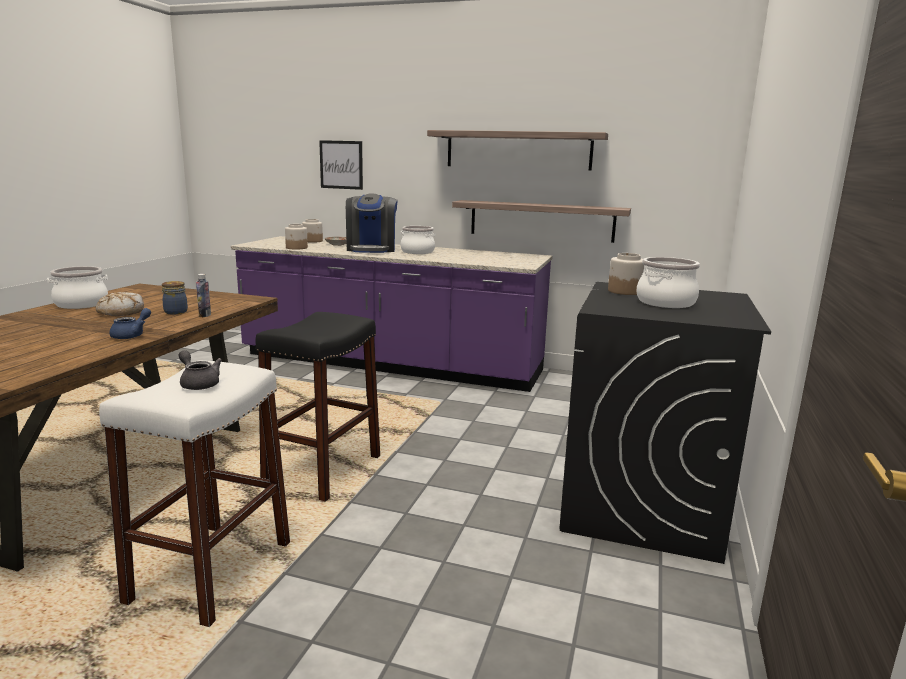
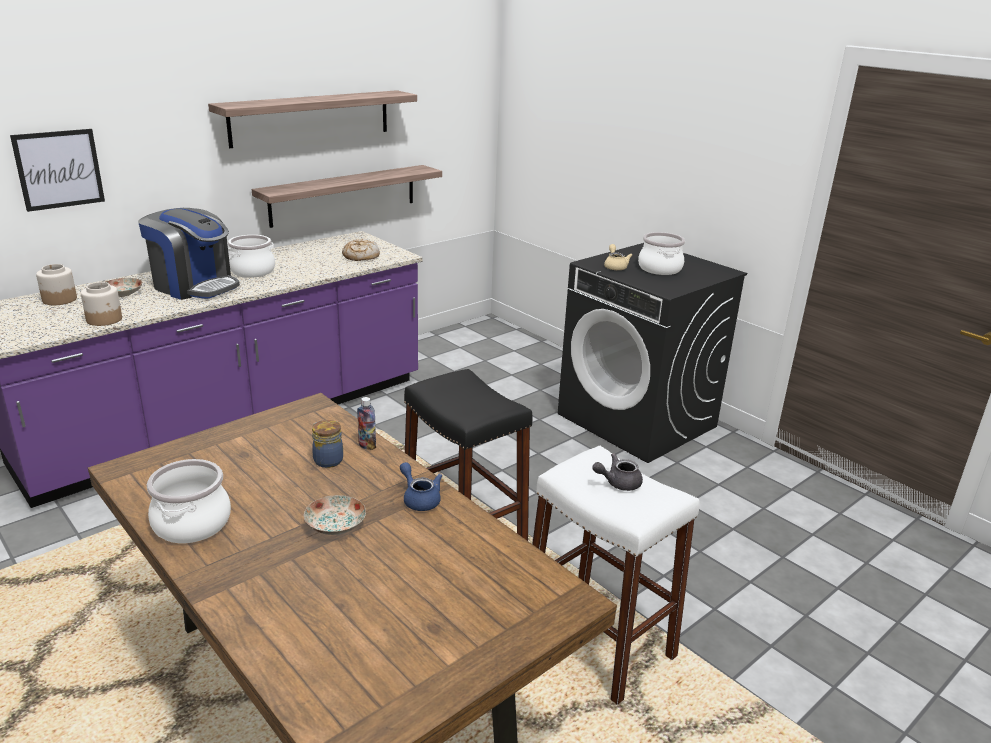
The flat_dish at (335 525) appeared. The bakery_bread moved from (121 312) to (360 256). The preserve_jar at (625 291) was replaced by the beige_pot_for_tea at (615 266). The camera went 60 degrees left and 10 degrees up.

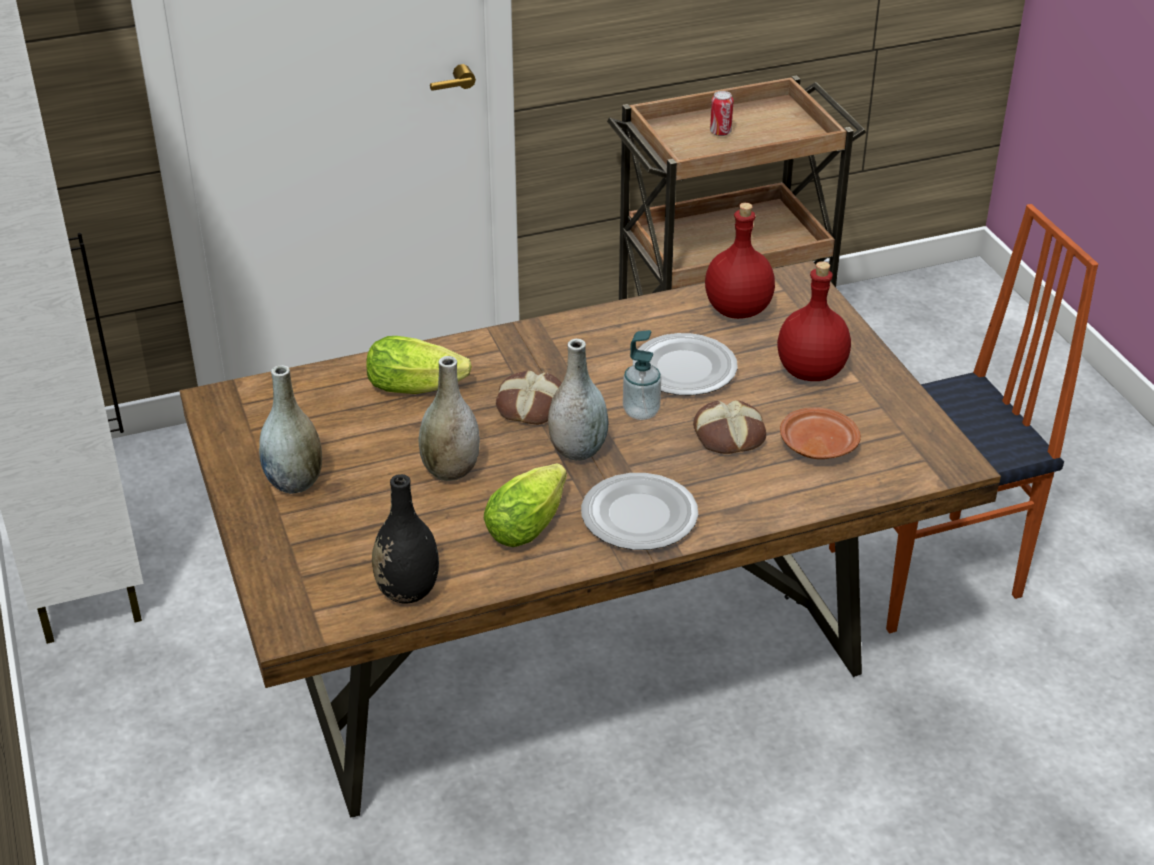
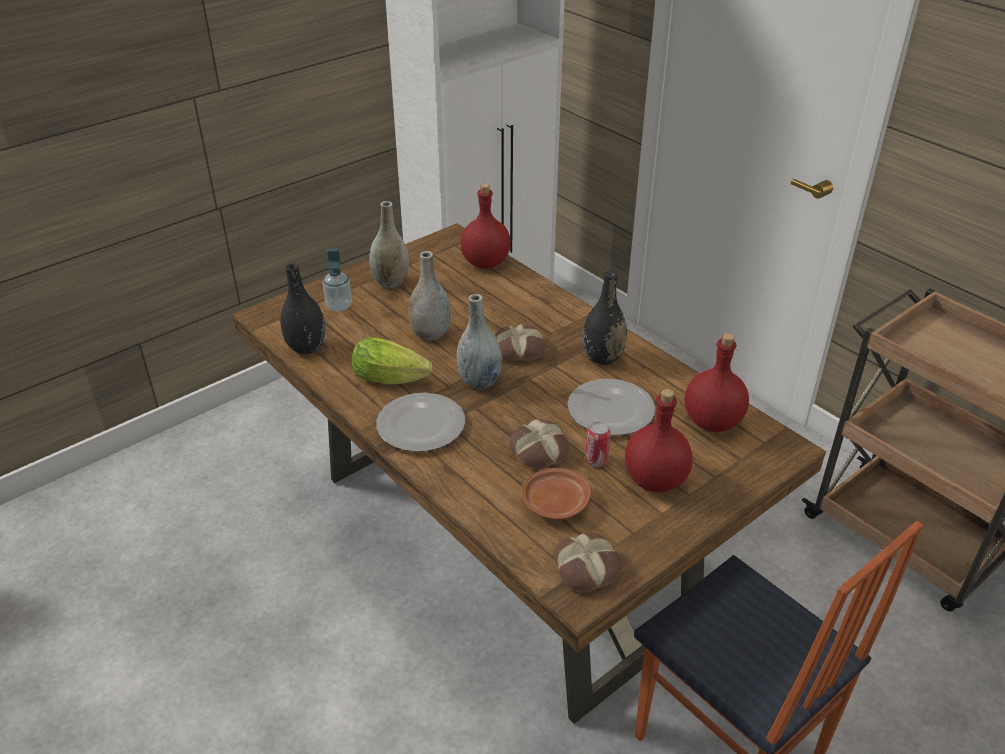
The soap_dispenser moved from (641 412) to (339 306). The red_bottle at (486 262) appeared. The bakery_bread at (587 568) appeared. The blackish_decorative_vase at (602 357) appeared. The sealed_can moved from (720 132) to (596 460). The head_of_lettuce at (420 386) disappeared. The camera went 70 degrees right and 0 degrees up.

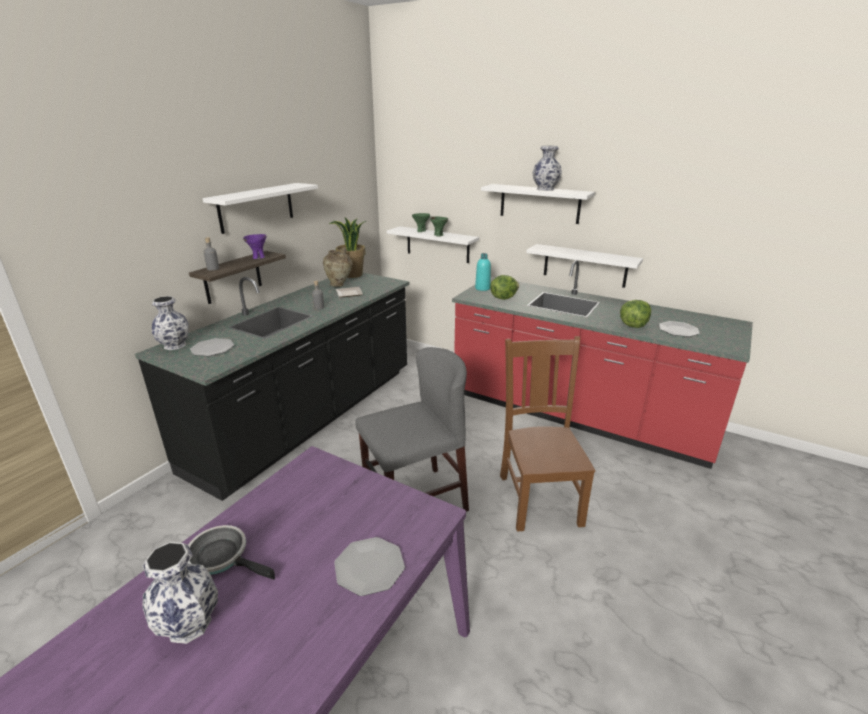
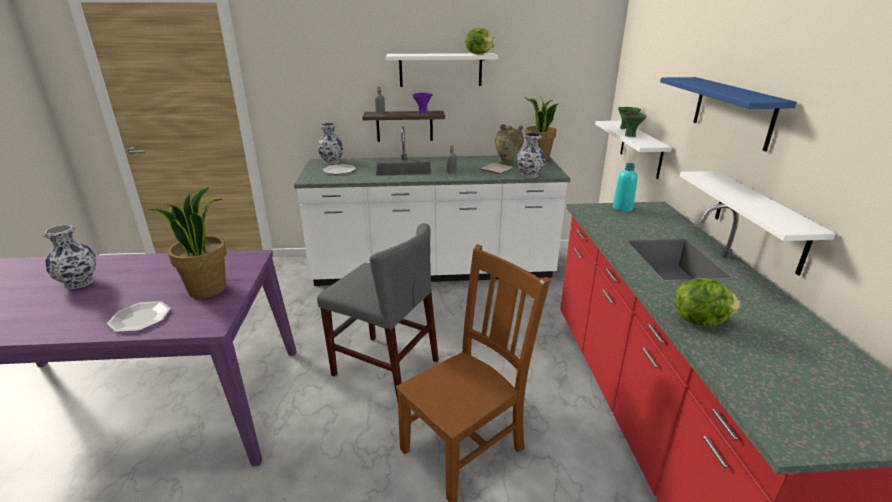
The houseplant at (207 289) appeared. The blackish_kitchen_counter at (309 417) became the whitish_kitchen_counter at (433 270). The head_of_lettuce moved from (503 298) to (479 54). The decorative_vase moved from (544 189) to (529 175). The whitish_wall_shelf at (539 203) became the blue_wall_shelf at (732 111). The skillet at (223 557) disappeared. The flat_dish at (678 330) disappeared. The camera went 55 degrees right and 0 degrees up.

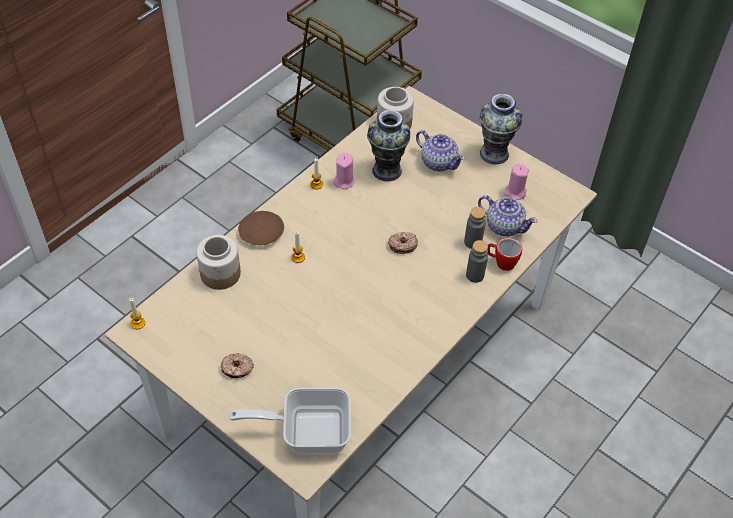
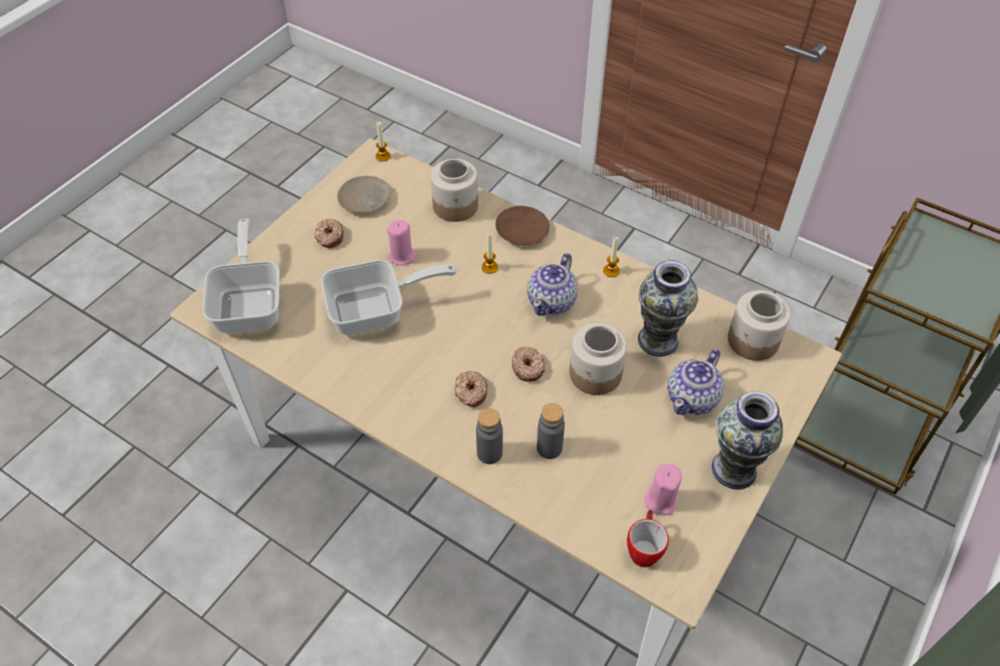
The skillet at (377 311) appeared. The beige_flat_dish at (365 200) appeared. The pink_wax_candle moved from (344 181) to (402 256). The donut at (470 392) appeared. The pot_for_tea moved from (504 226) to (552 301). The preserve_jar at (595 374) appeared. The mug moved from (501 262) to (644 548). The camera went 85 degrees right and 0 degrees up.

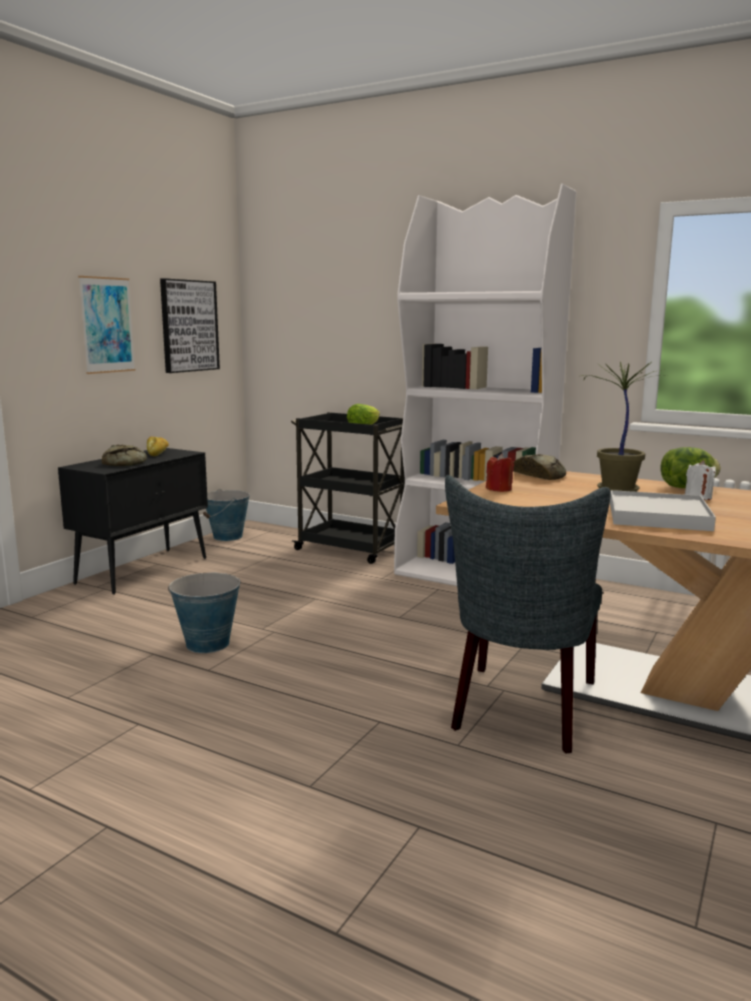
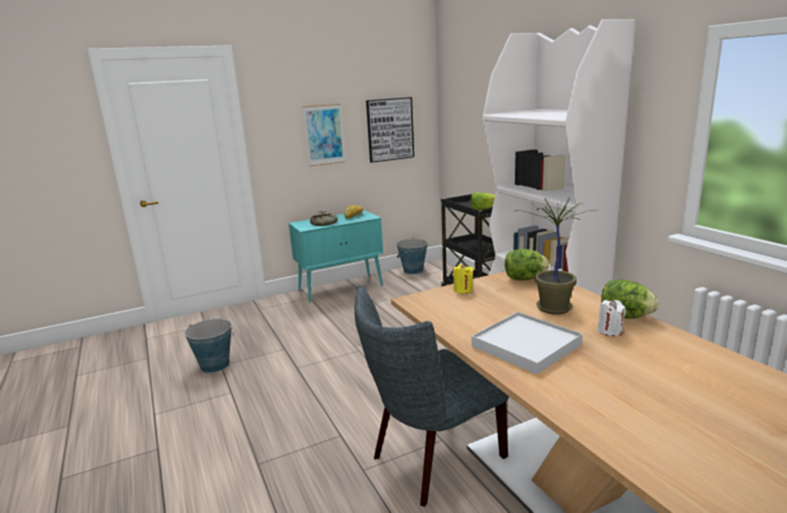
The water_bucket moved from (207 644) to (214 365). The blackish_cupboard at (144 570) became the turquoise_cupboard at (341 288). The red_wax_candle at (499 489) became the yellow-coloured_wax_candle at (463 290). The bakery_bread at (539 475) was replaced by the head_of_lettuce at (524 279). The camera went 35 degrees right and 5 degrees up.

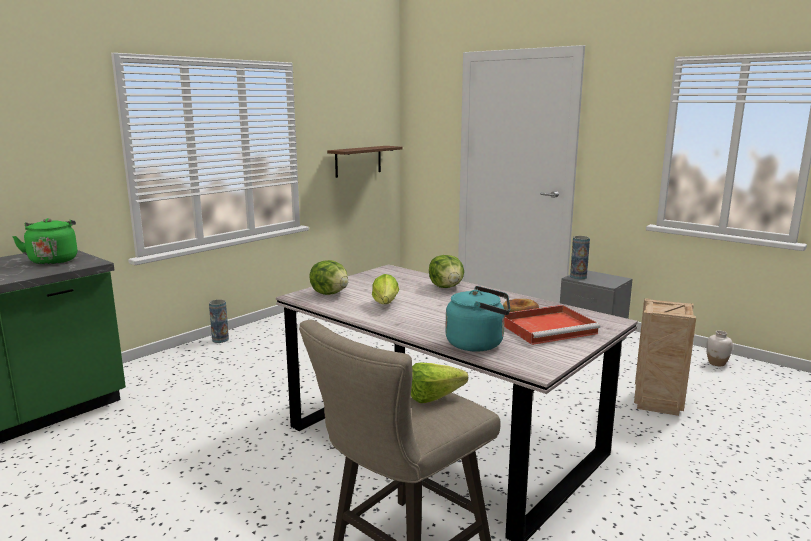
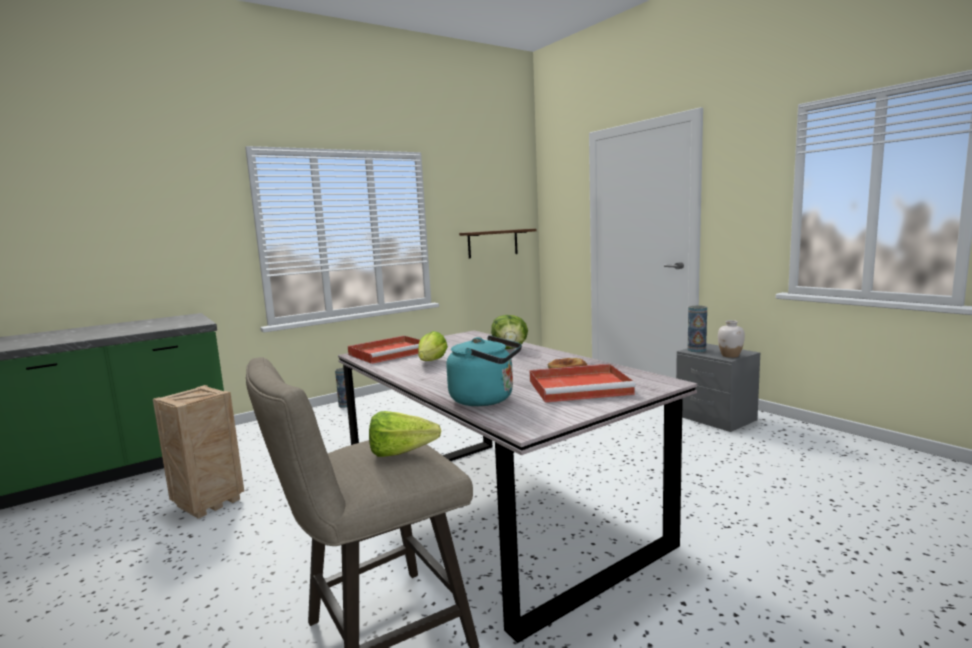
The crate moved from (658 404) to (207 504). The head_of_lettuce at (330 293) was replaced by the red_carrying_tray at (390 352). The whitish_decorative_vase moved from (717 363) to (730 355). The green_kettle at (53 260) disappeared. The camera went 15 degrees right and 5 degrees down.

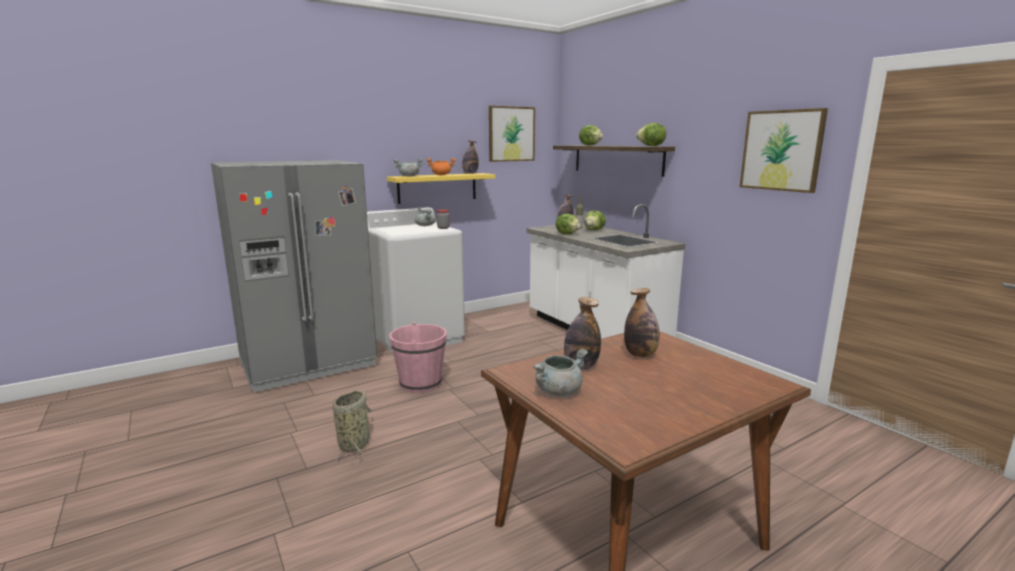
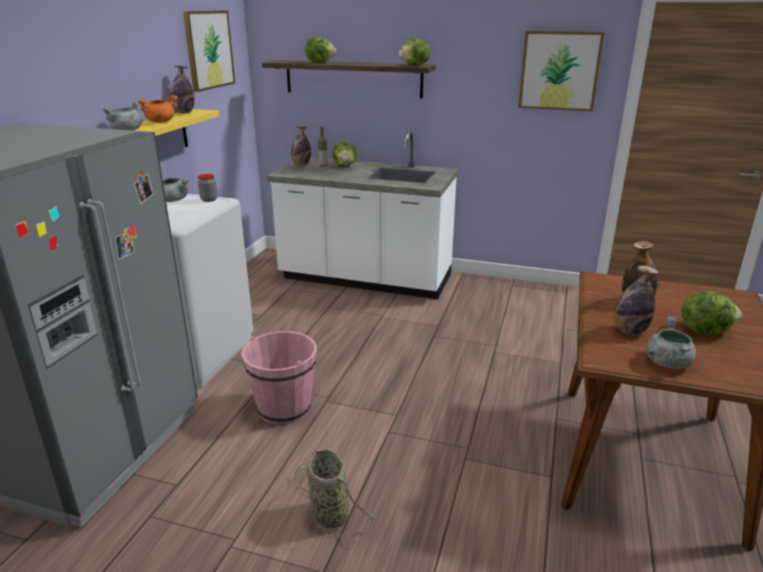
The head_of_lettuce moved from (567 234) to (704 330). The camera went 40 degrees left and 10 degrees up.

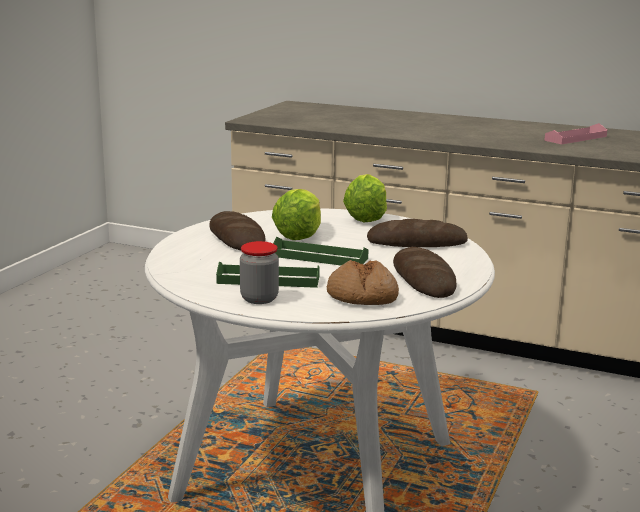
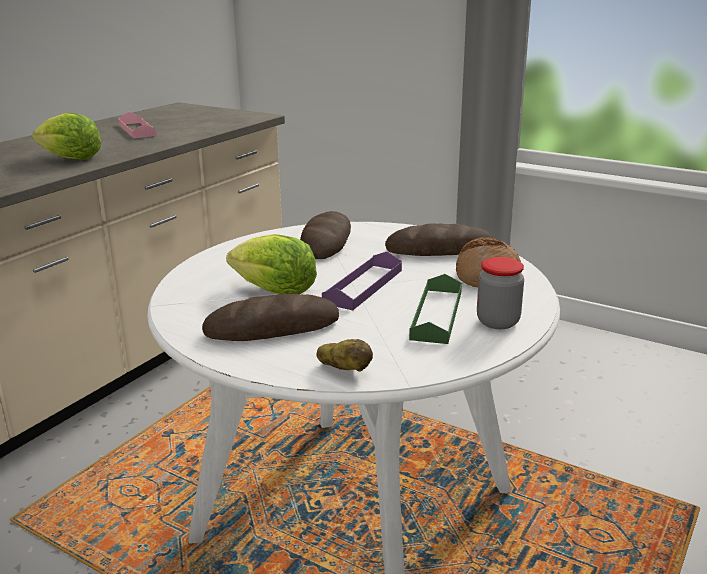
The head_of_lettuce moved from (366 217) to (70 158). The potato at (345 370) appeared. The green_carrying_tray at (319 257) became the purple-coloured_carrying_tray at (363 286). The camera went 80 degrees left and 5 degrees up.

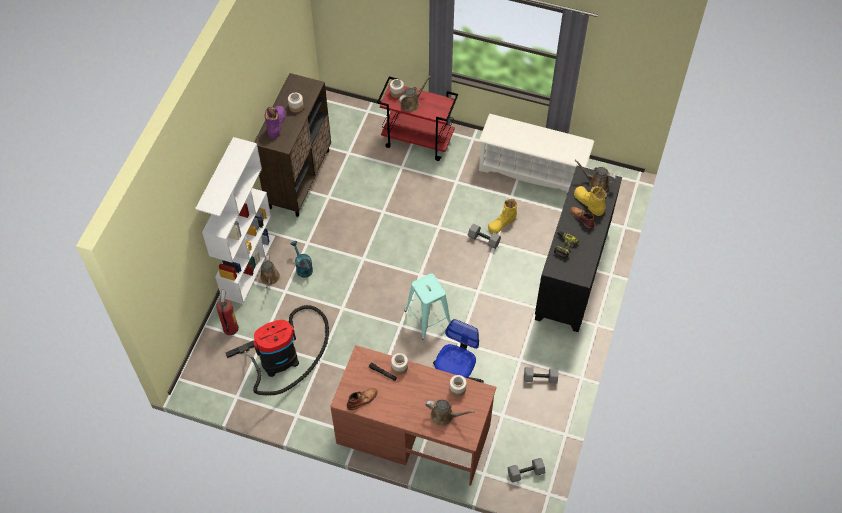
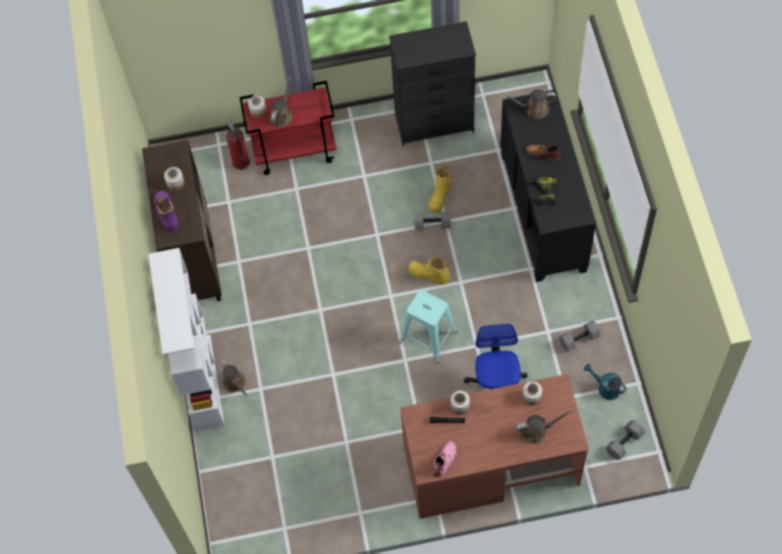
The extinguisher moved from (230 328) to (240 162). The whitish_shoe_shelf at (532 170) was replaced by the blackish_drawer_chest at (435 123). The yellow-coloured_boot moved from (589 203) to (428 274). The brown-coloured_boot at (362 399) became the pink_boot at (445 459). The turquoise_watering_can moved from (302 267) to (605 388). The vacuum_cleaner at (283 357) disappeared. The camera went 25 degrees left and 5 degrees up.

